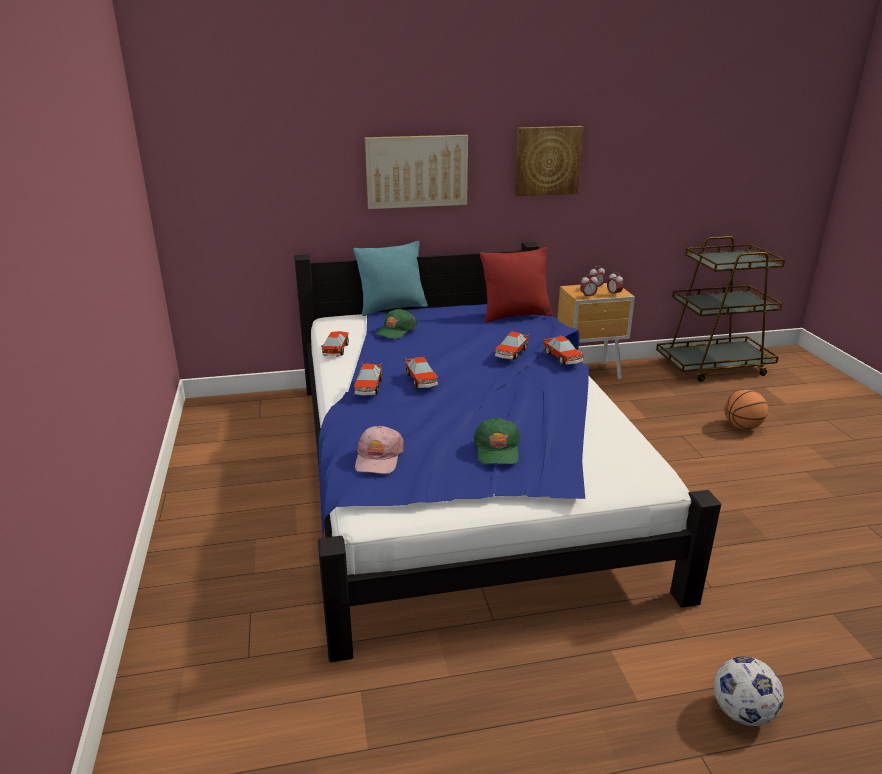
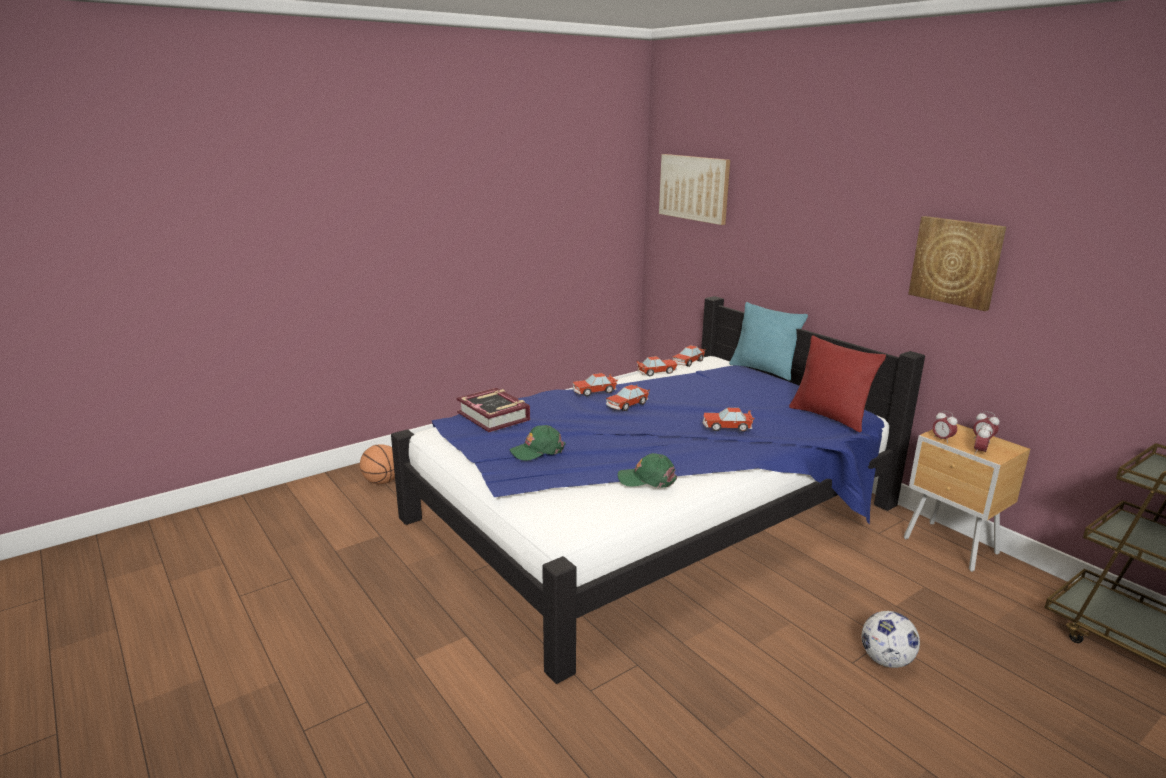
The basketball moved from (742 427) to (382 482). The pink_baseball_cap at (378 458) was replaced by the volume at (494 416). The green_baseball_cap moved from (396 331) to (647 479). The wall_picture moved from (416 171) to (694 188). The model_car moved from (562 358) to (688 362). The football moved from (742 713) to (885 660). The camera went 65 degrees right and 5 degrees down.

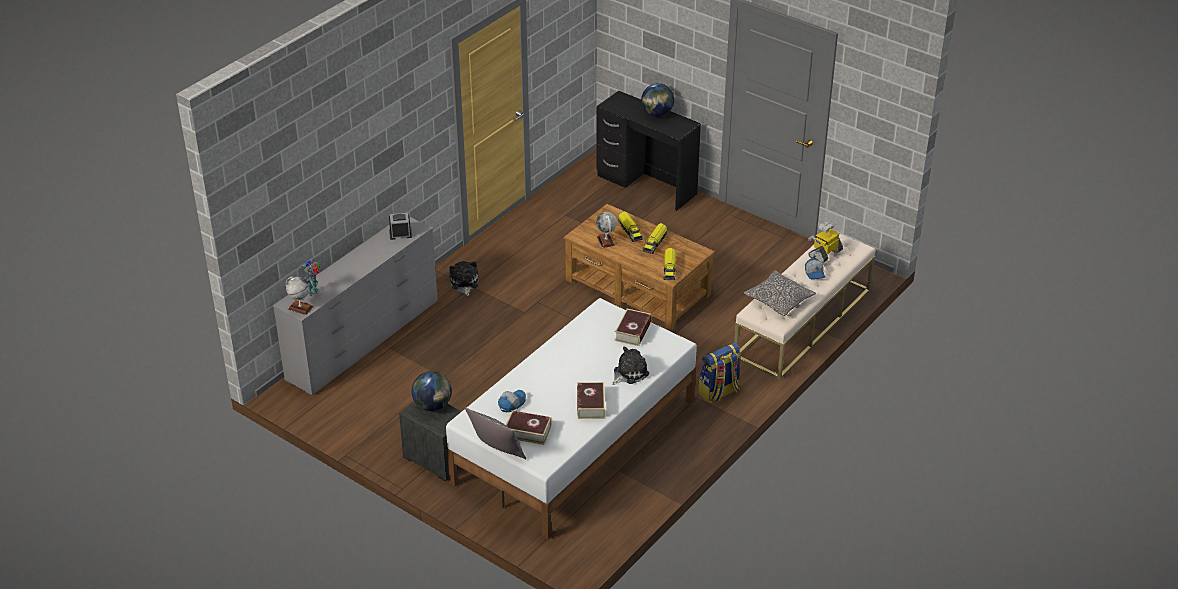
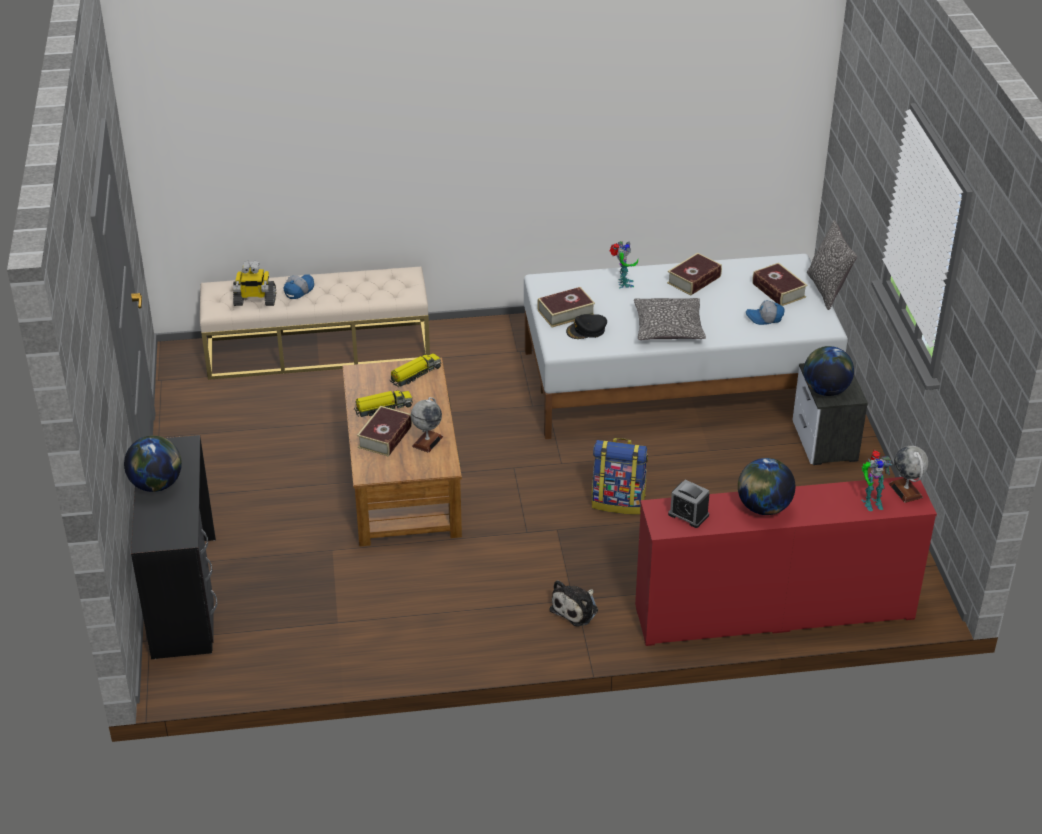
The model_truck at (629 231) was replaced by the volume at (385 437). The blackish_baseball_cap at (586 330) appeared. The rucksack moved from (719 393) to (618 502). The soft_toy at (629 373) was replaced by the robot_figure at (623 284). The cushion moved from (779 300) to (668 328). The greyish_drawer_chest at (364 340) became the red_drawer_chest at (773 612). The world_globe at (763 507) appeared. The camera went 135 degrees left and 0 degrees up.

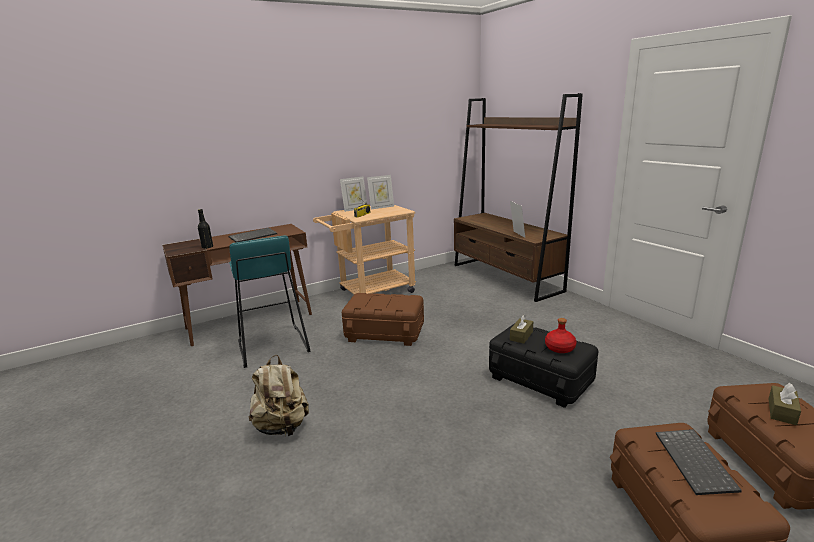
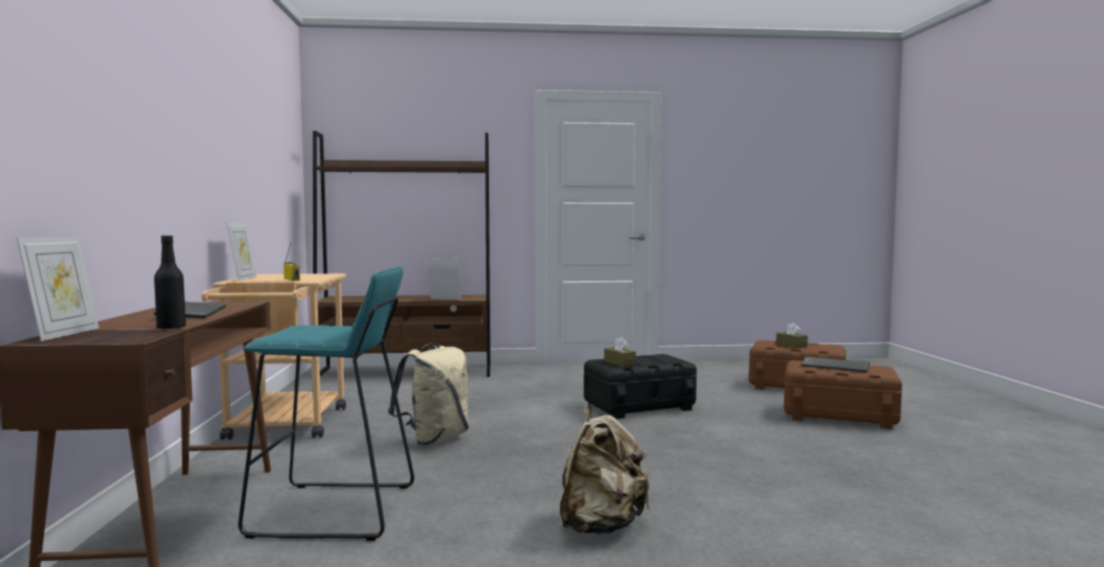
The standing_frame moved from (381 207) to (63 334). The brown-coloured_storage_bin at (385 332) was replaced by the beige_rucksack at (434 439). The red_bottle at (559 348) disappeared. The camera went 65 degrees left and 15 degrees down.

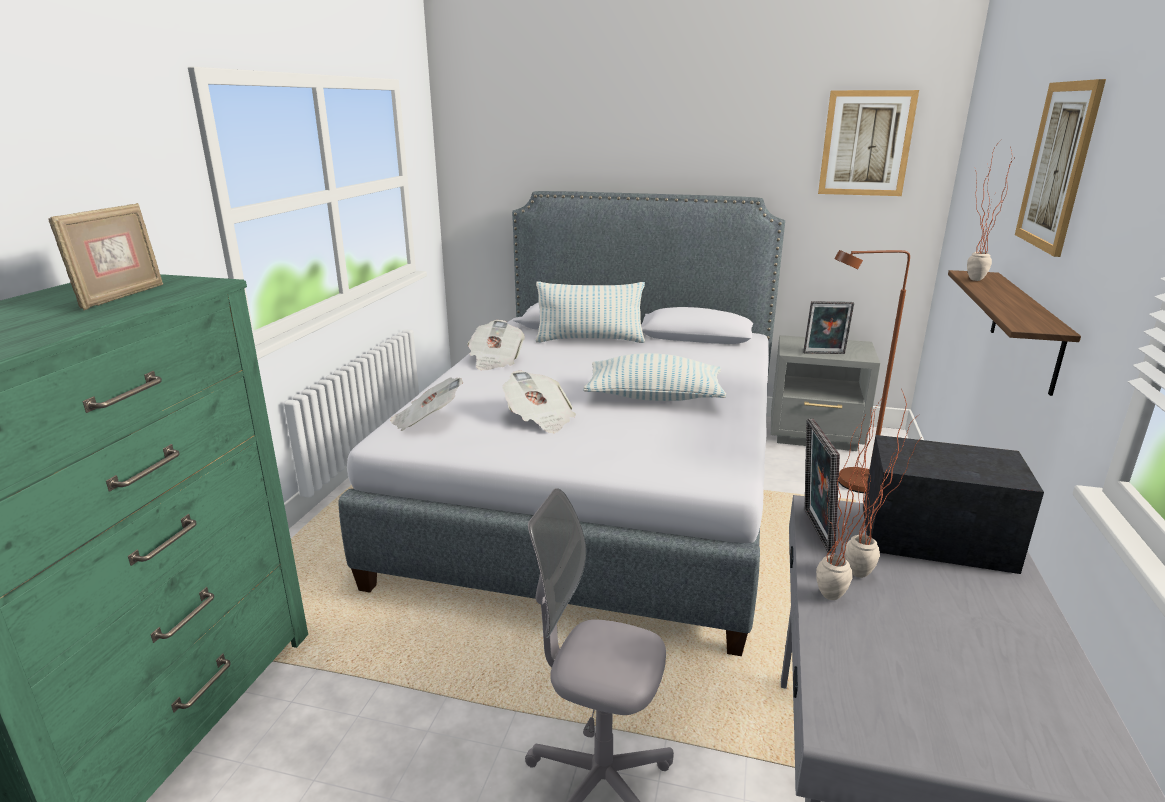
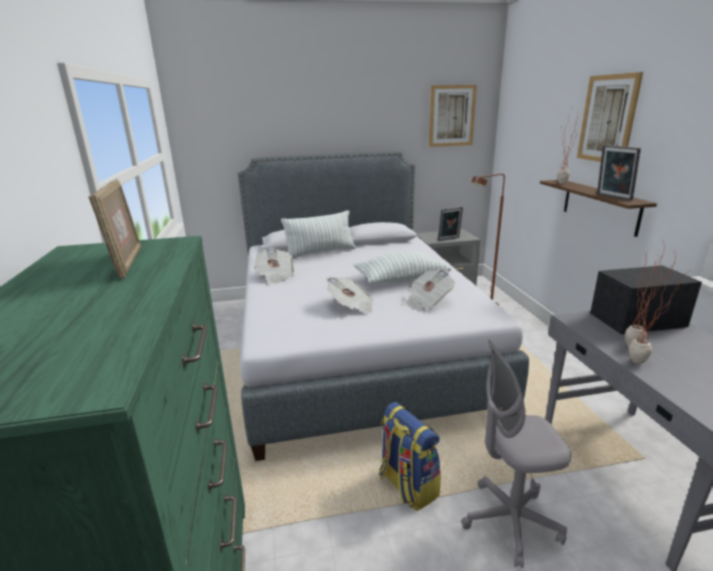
The rucksack at (407 486) appeared. The newspaper moved from (427 421) to (427 301). The standing_frame moved from (813 530) to (612 197). The camera went 25 degrees left and 0 degrees up.

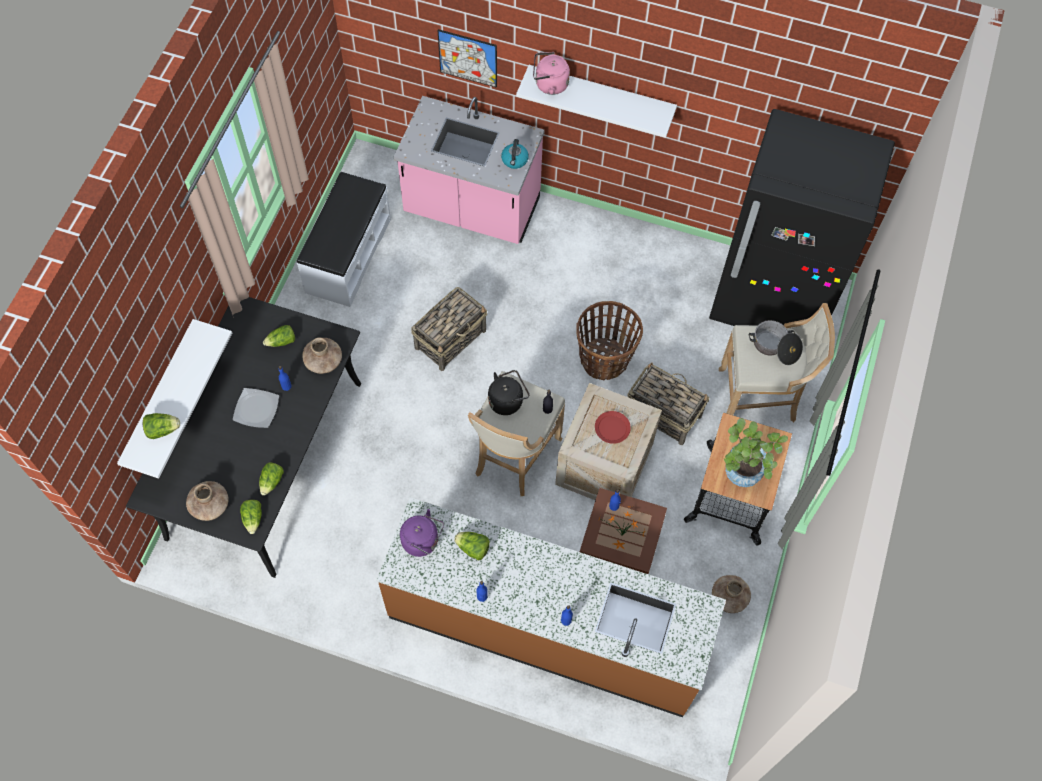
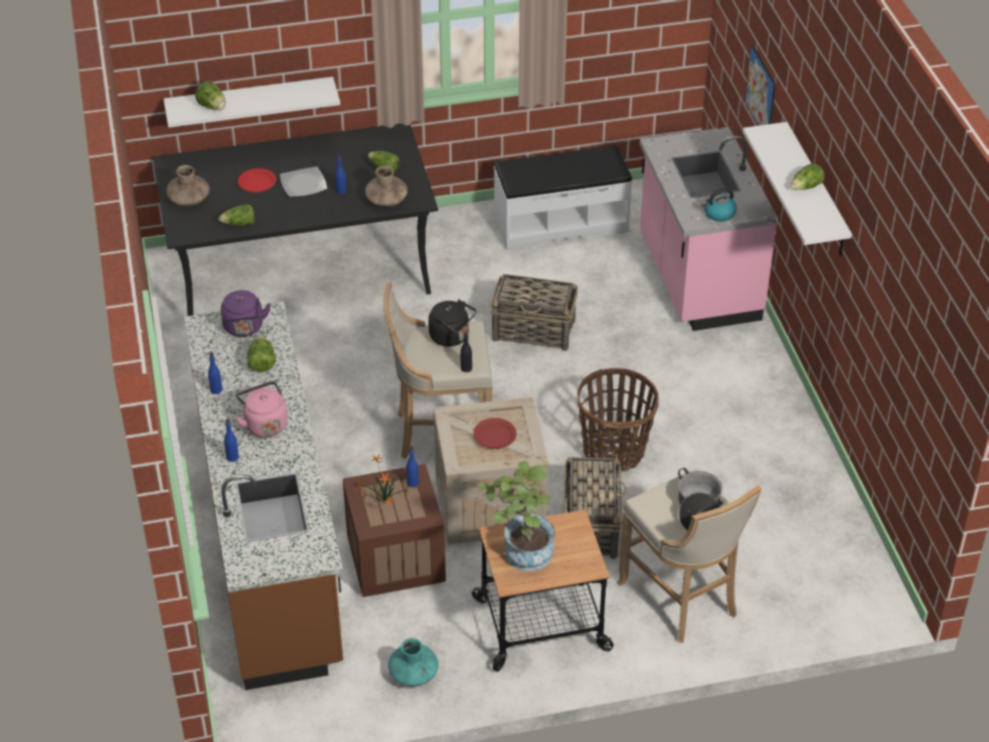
The pink_kettle moved from (549 84) to (264 424). The red_flat_dish at (257 182) appeared. The brown-coloured_decorative_vase at (729 597) became the turquoise_decorative_vase at (413 673). The head_of_lettuce moved from (253 518) to (806 187). The blackish_kitchen_fridge at (771 301) disappeared. The camera went 60 degrees right and 20 degrees down.

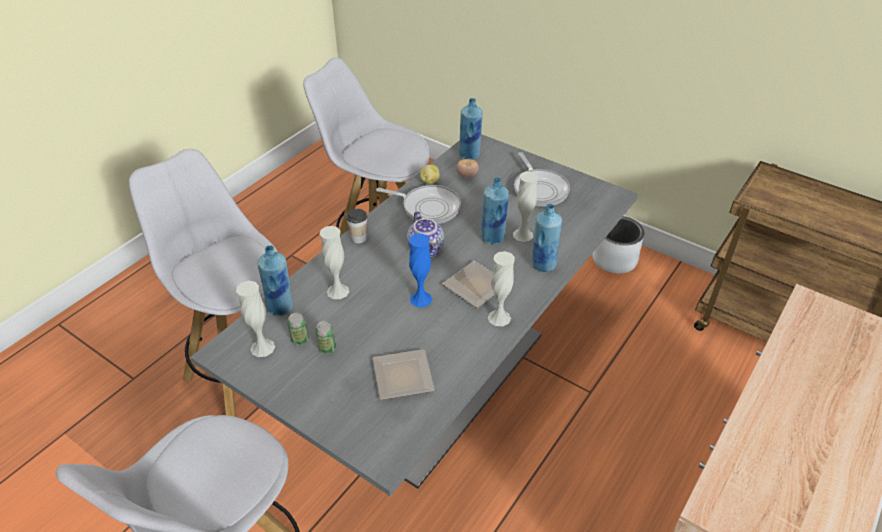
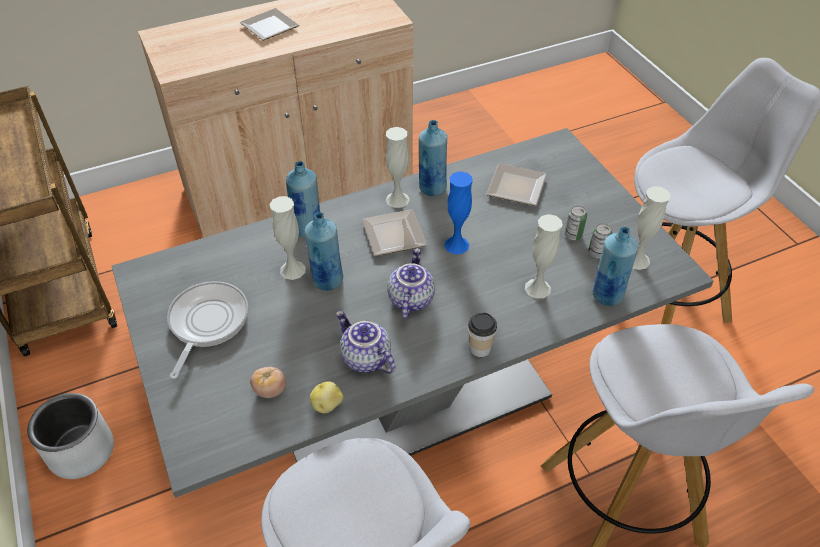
The flat_dish at (272 27) appeared. The skillet at (428 207) was replaced by the pot_for_tea at (364 358). The blue_bottle moved from (469 155) to (432 188). The camera went 150 degrees left and 5 degrees up.

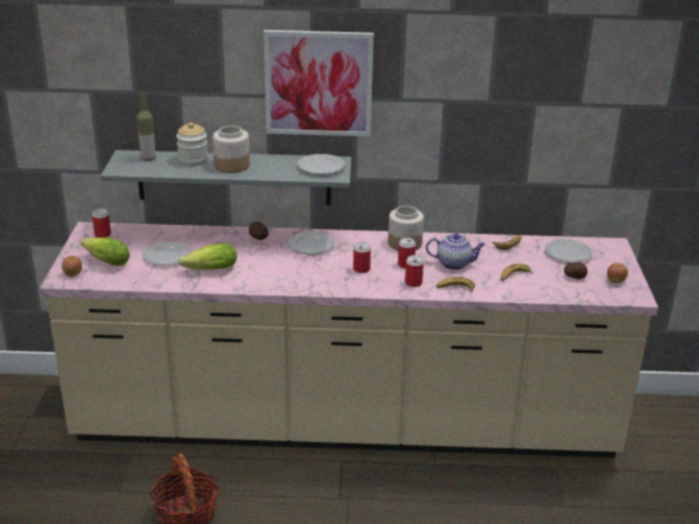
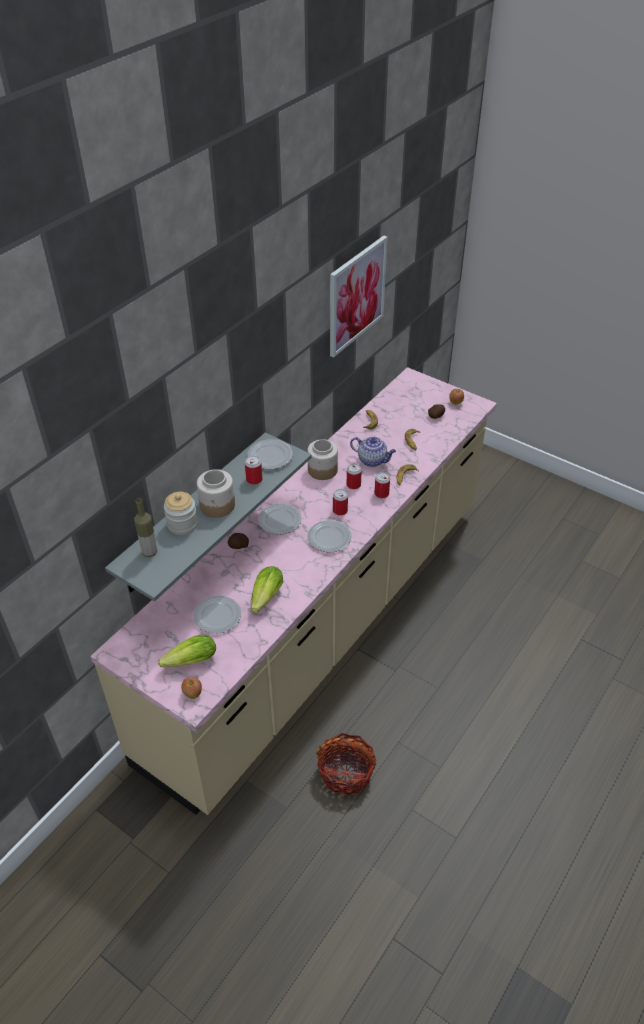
The sealed_can moved from (102 235) to (254 479). The flat_dish moved from (568 254) to (330 538). The wall_picture moved from (318 83) to (356 296). The pot_for_tea at (454 264) turned 75 degrees clockwise. The camera went 55 degrees left and 15 degrees up.

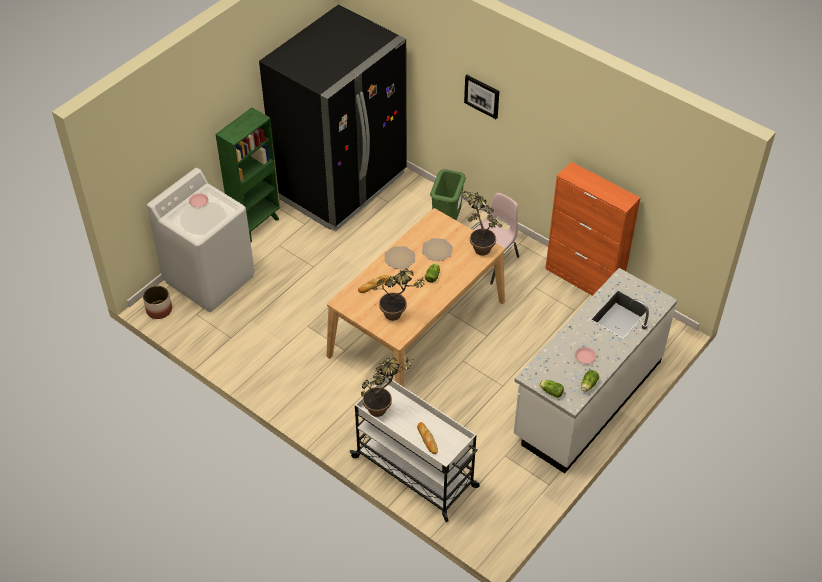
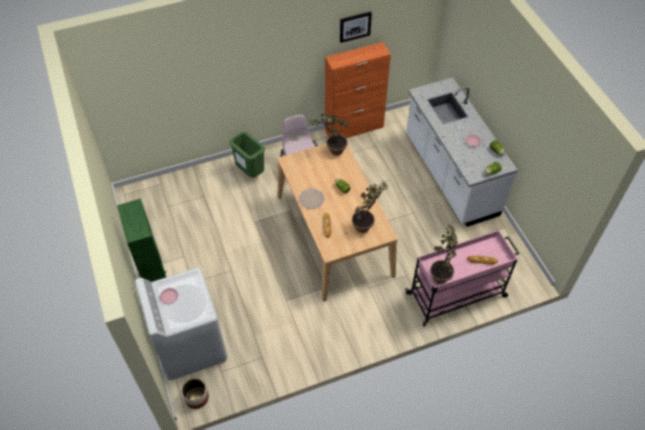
The wall_picture moved from (482 96) to (355 26). The whitish_wheeled_cart at (416 472) became the pink_wheeled_cart at (457 295). The blackish_kitchen_fridge at (341 185) disappeared. The flat_dish at (437 250) disappeared. The camera went 60 degrees left and 5 degrees up.

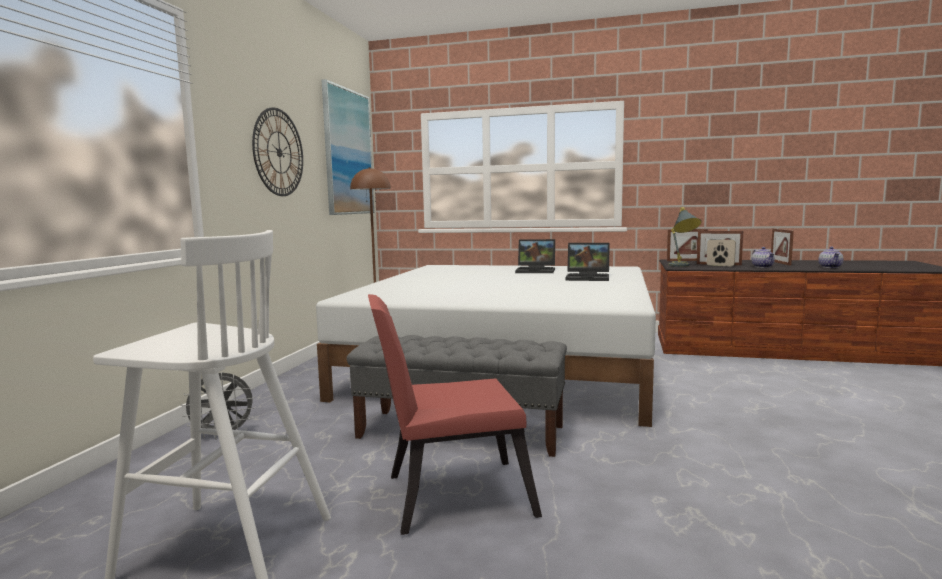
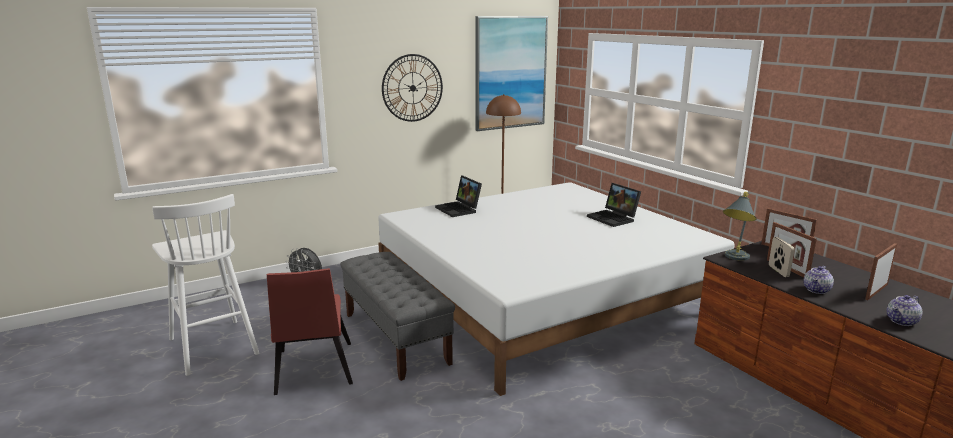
The red_chair at (448 495) turned 135 degrees counterclockwise. The notebook_computer moved from (589 278) to (459 209). The camera went 45 degrees right and 10 degrees up.

